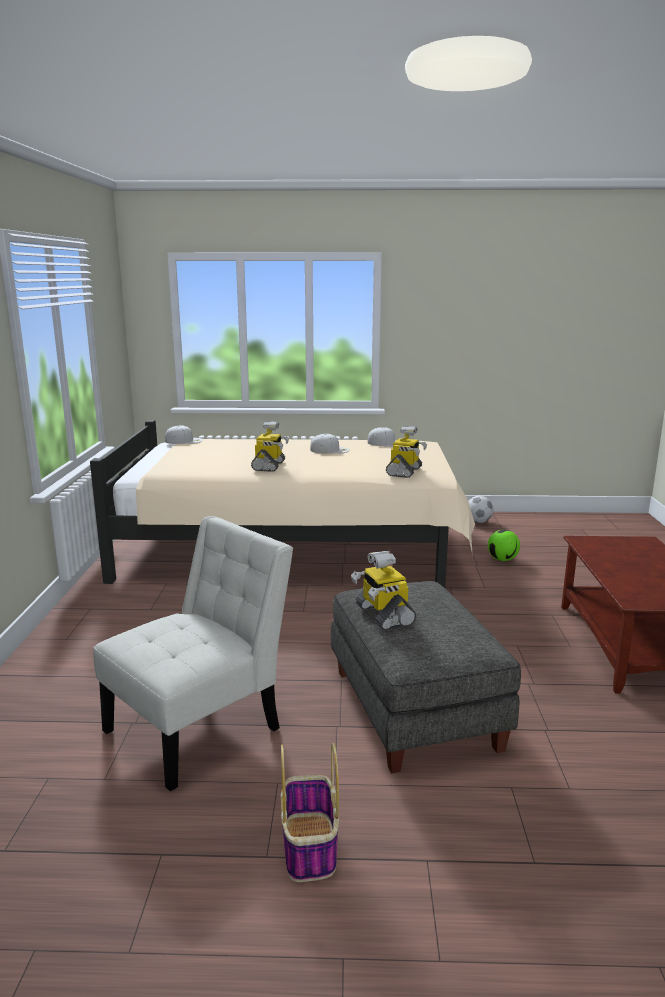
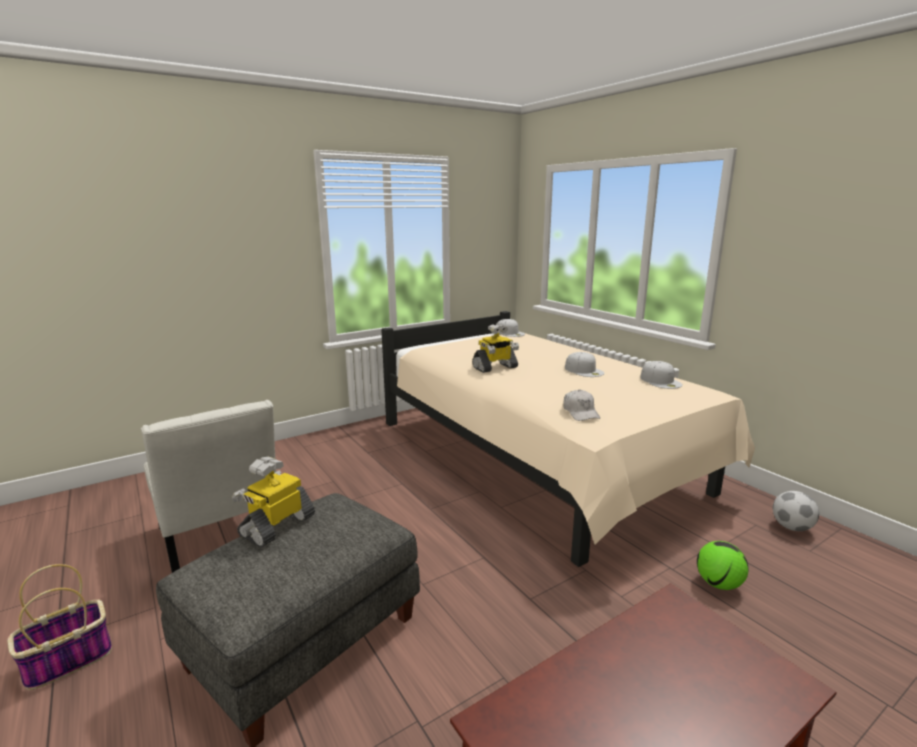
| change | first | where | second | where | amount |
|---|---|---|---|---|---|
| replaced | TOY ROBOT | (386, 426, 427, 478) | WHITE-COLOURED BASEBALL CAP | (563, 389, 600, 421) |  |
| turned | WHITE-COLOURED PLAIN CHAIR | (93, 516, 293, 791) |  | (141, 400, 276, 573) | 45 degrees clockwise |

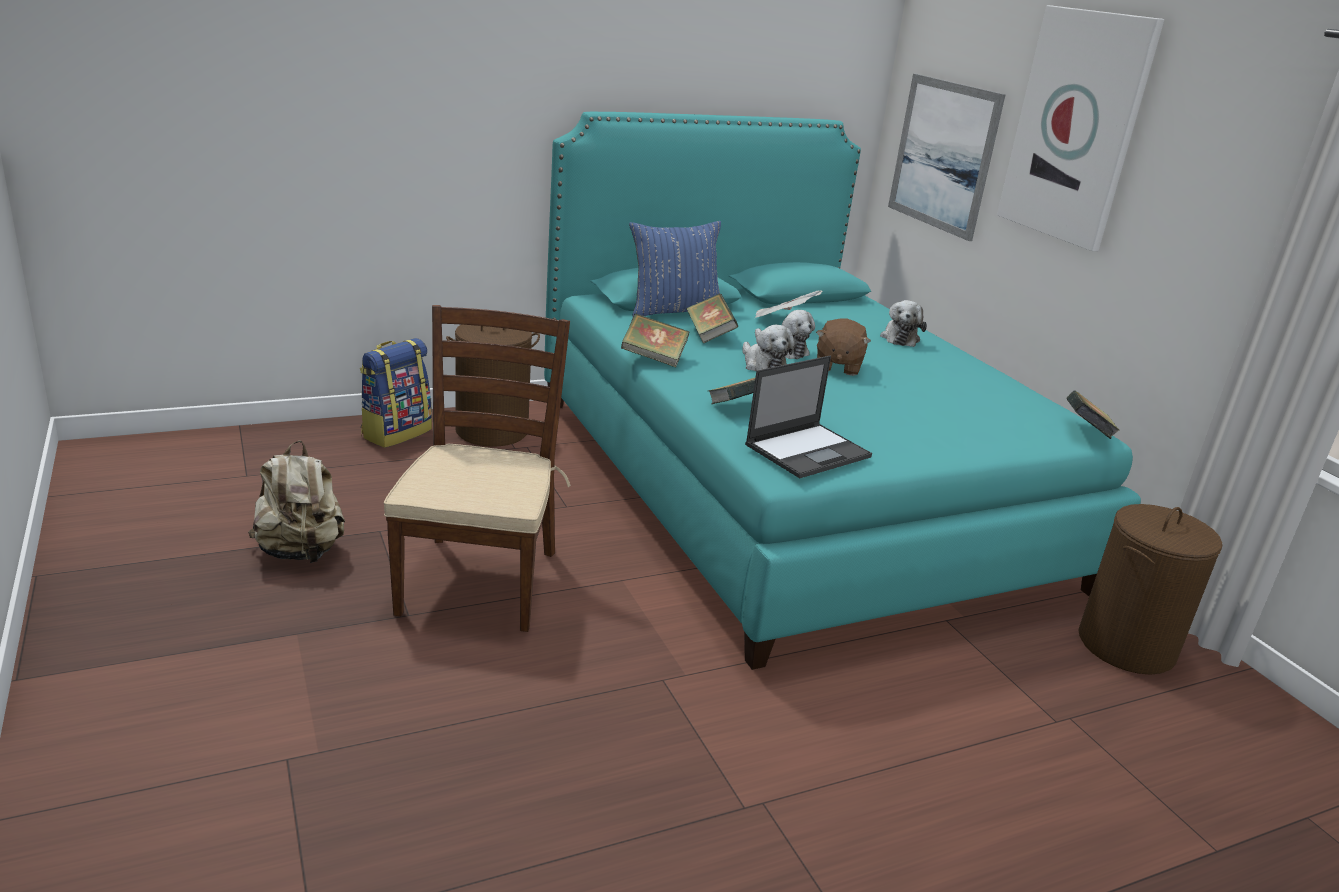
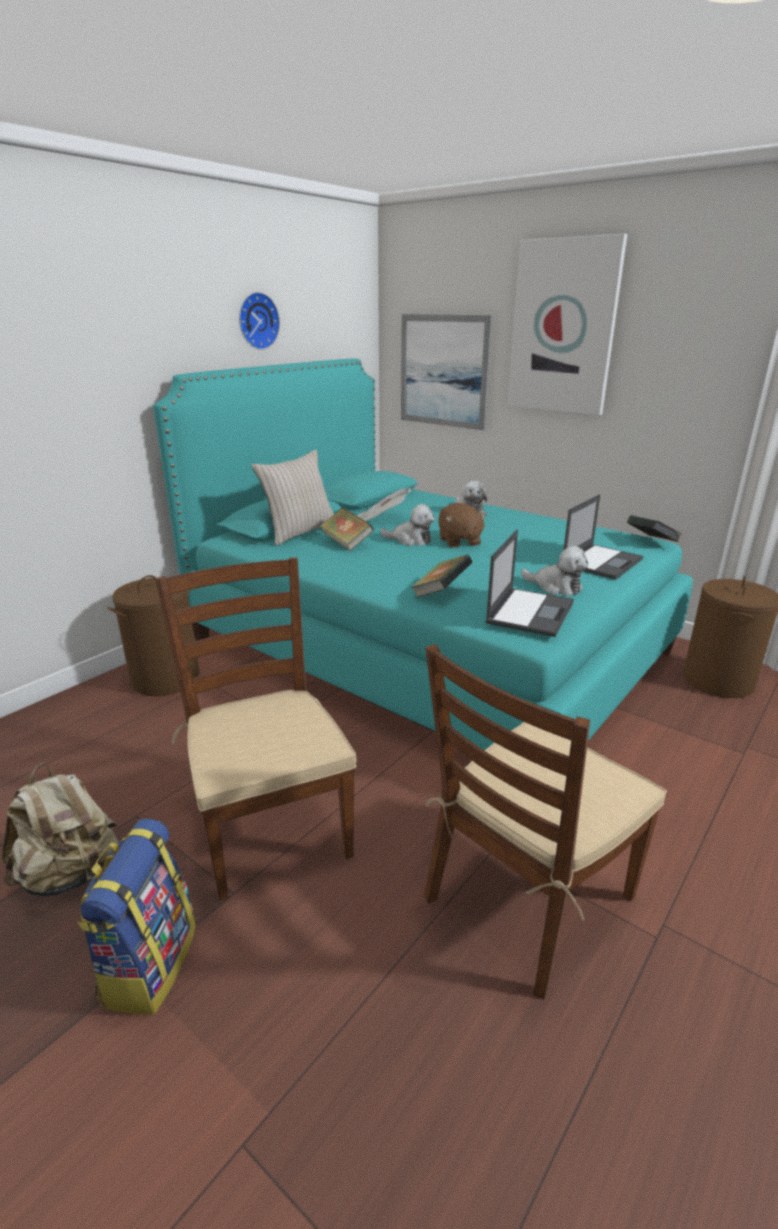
| change | first | where | second | where | amount |
|---|---|---|---|---|---|
| recoloured | BLUE THROW PILLOW | (629, 221, 721, 316) | SAND-COLOURED THROW PILLOW | (251, 449, 334, 546) |  |
| removed | VOLUME | (621, 314, 690, 367) |  |  |  |
| moved | SOFT TOY | (743, 325, 794, 371) |  | (521, 546, 588, 596) |  |
| moved | RUCKSACK | (360, 338, 432, 448) |  | (78, 819, 196, 1015) |  |
| added |  |  | CLOCK ON THE WALL | (239, 292, 280, 350) |  |
| added |  |  | PORTABLE COMPUTER | (564, 494, 644, 580) |  |
| added |  |  | BROWN PLAIN CHAIR | (424, 644, 667, 1000) |  |

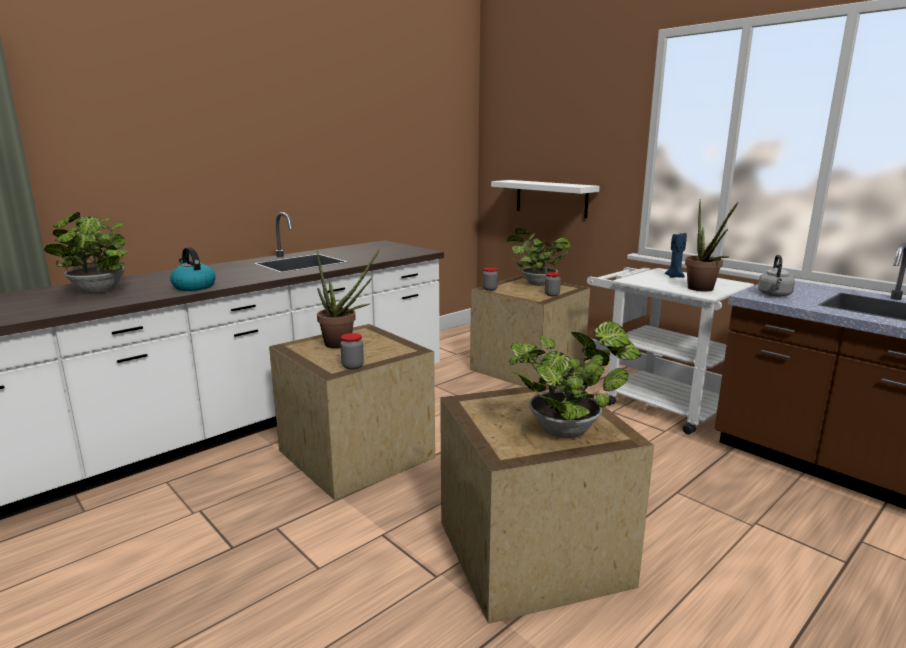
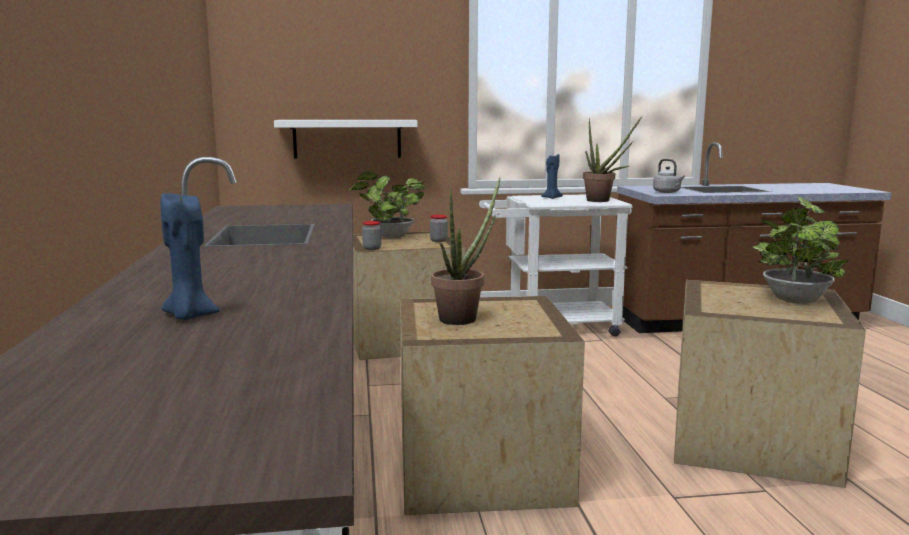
| change | first | where | second | where | amount |
|---|---|---|---|---|---|
| replaced | POTTED PLANT | (44, 212, 129, 293) | BLUE WAX CANDLE | (160, 192, 220, 320) |  |
| removed | KETTLE | (170, 247, 216, 291) |  |  |  |
| removed | PRESERVE JAR | (340, 333, 364, 369) |  |  |  |

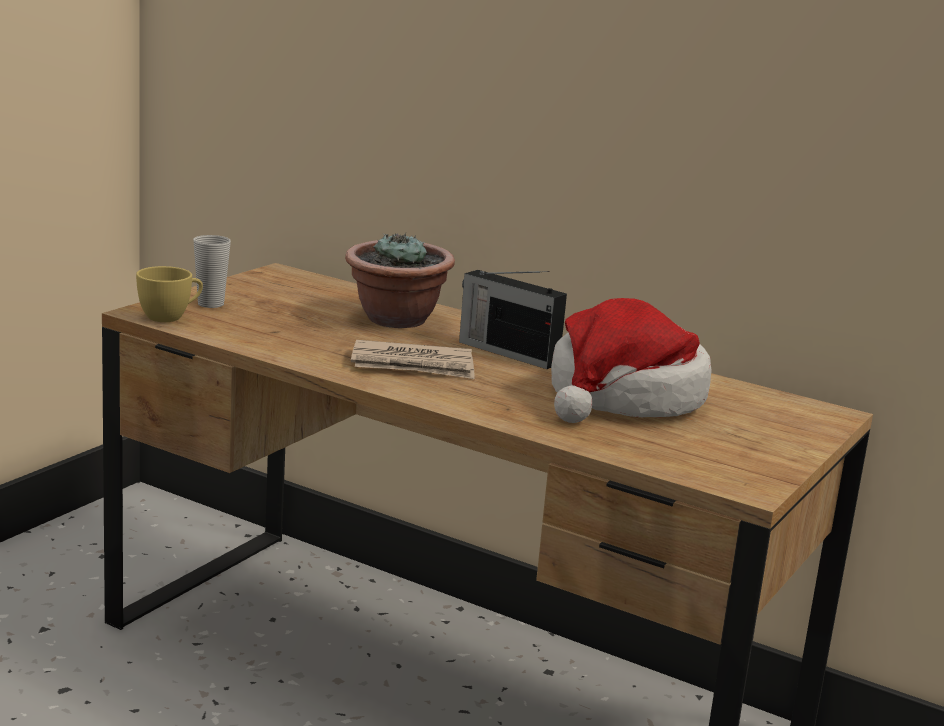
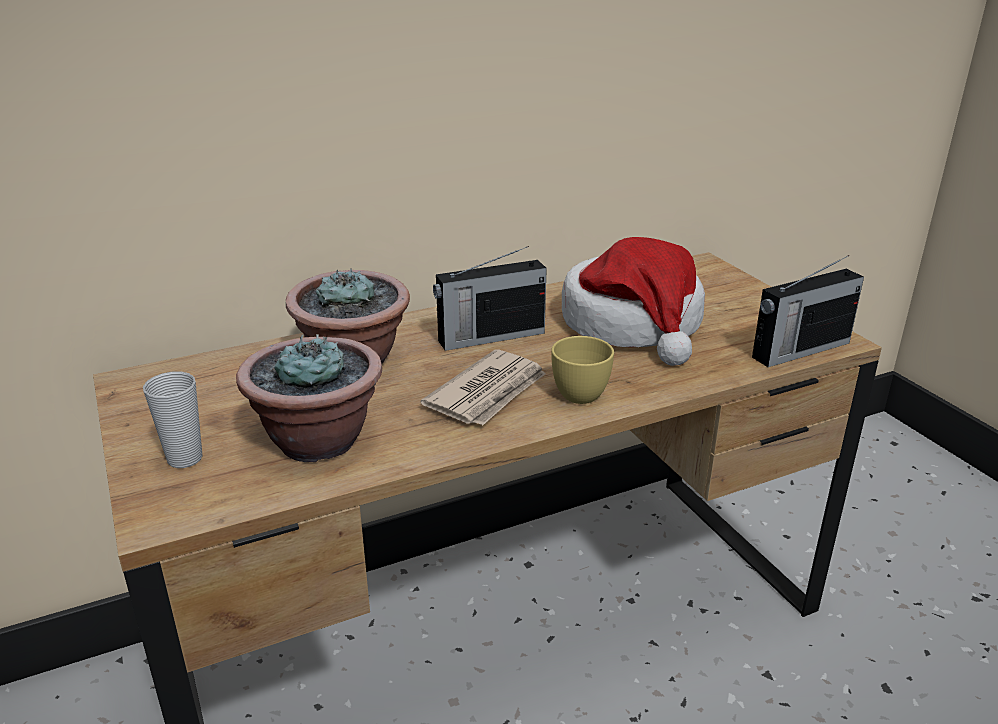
| change | first | where | second | where | amount |
|---|---|---|---|---|---|
| moved | YELLOWISH CUP | (136, 266, 203, 322) |  | (551, 336, 614, 404) |  |
| added |  |  | RADIO RECEIVER | (752, 255, 864, 367) |  |
| added |  |  | POTTED PLANT | (236, 334, 382, 462) |  |

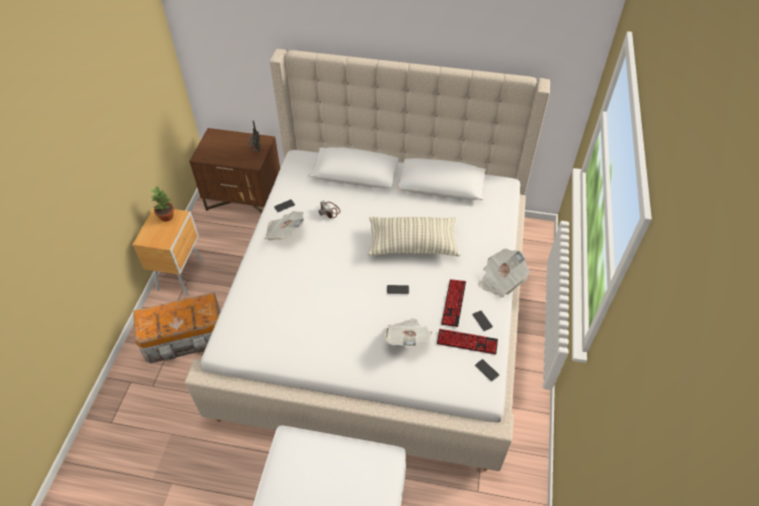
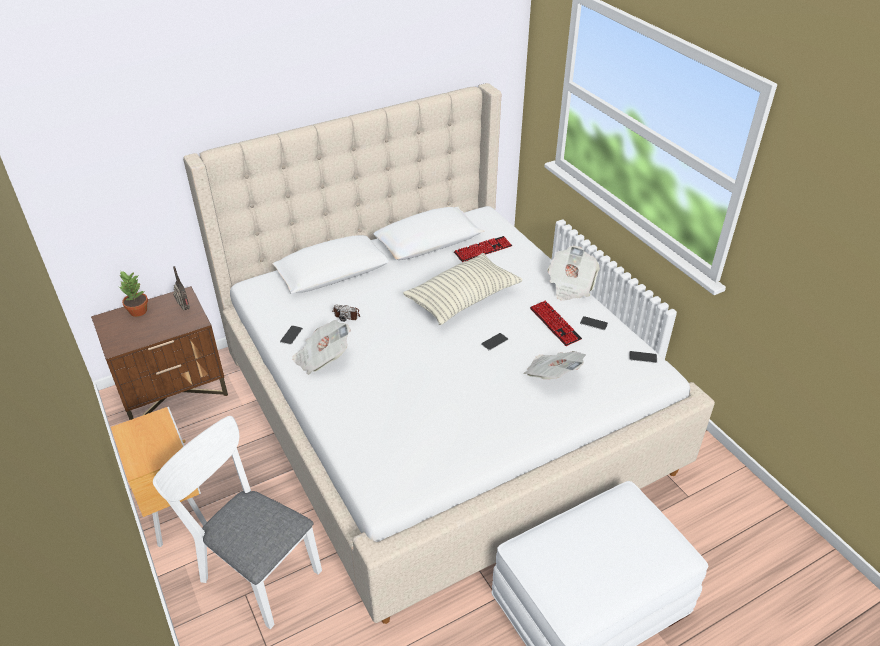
| change | first | where | second | where | amount |
|---|---|---|---|---|---|
| moved | POTTED PLANT | (150, 186, 174, 222) |  | (120, 270, 148, 317) |  |
| replaced | STORAGE BOX | (133, 292, 221, 364) | WHITE-COLOURED PLAIN CHAIR | (153, 416, 322, 629) |  |
| moved | KEYBOARD | (437, 329, 498, 355) |  | (454, 236, 512, 262) |  |

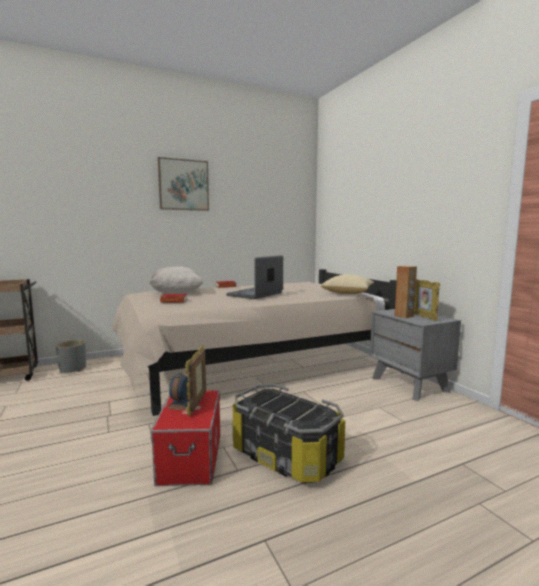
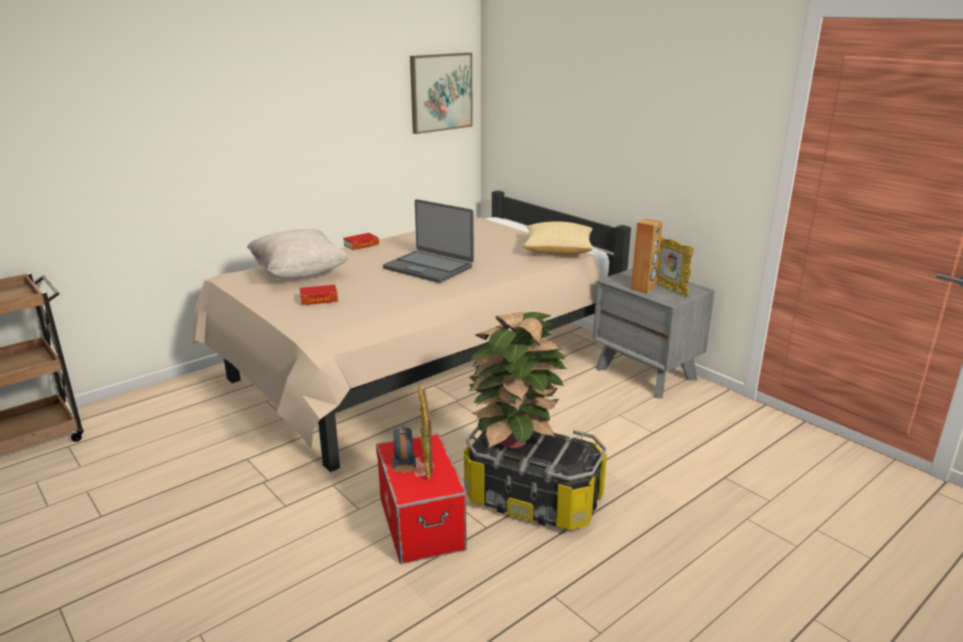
| change | first | where | second | where | amount |
|---|---|---|---|---|---|
| moved | WALL ART | (158, 157, 209, 211) |  | (410, 53, 473, 134) |  |
| turned | PORTABLE COMPUTER | (226, 255, 283, 299) |  | (383, 199, 474, 283) | 75 degrees counterclockwise |
| removed | GRAY FLOWER POT | (56, 340, 86, 373) |  |  |  |
| added |  |  | POTTED PLANT | (469, 312, 567, 449) |  |

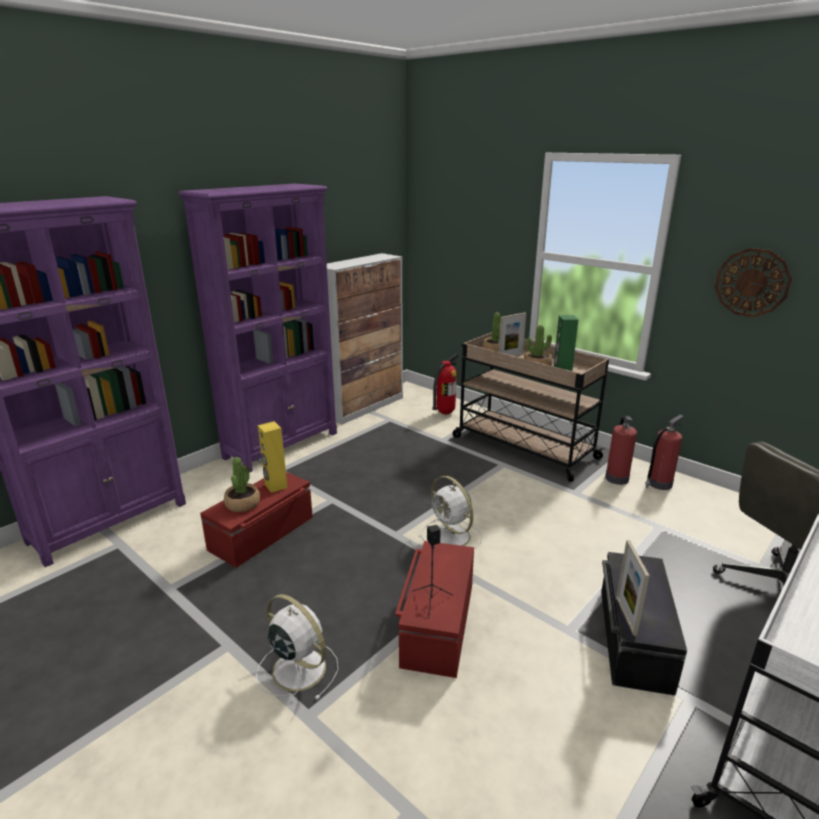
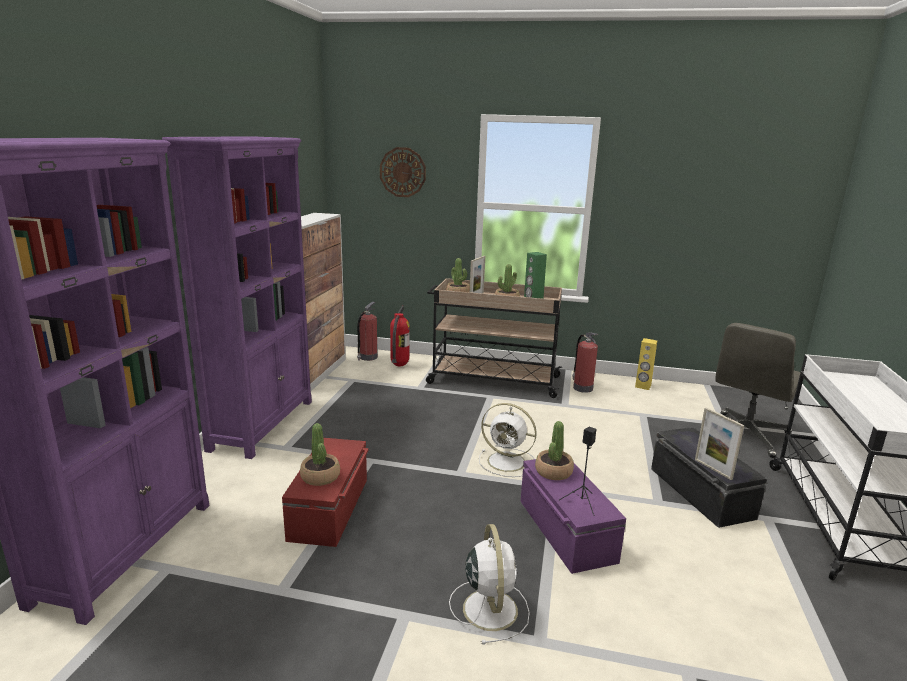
| change | first | where | second | where | amount |
|---|---|---|---|---|---|
| moved | CLOCK ON THE WALL | (715, 248, 792, 317) |  | (380, 147, 426, 197) |  |
| moved | FIRE-FIGHTING CYLINDER | (645, 415, 684, 490) |  | (357, 302, 378, 361) |  |
| moved | YELLOWISH AUDIO SPEAKER | (258, 421, 288, 493) |  | (635, 338, 657, 390) |  |
| recoloured | REDDISH STORAGE BOX | (395, 541, 474, 678) | PURPLE-COLOURED STORAGE BOX | (521, 459, 626, 574) |  |
| turned | WHITE-COLOURED COOLING FAN | (256, 594, 338, 700) |  | (449, 524, 530, 645) | 75 degrees clockwise |
| added |  |  | POTTED PLANT | (535, 421, 574, 480) |  |

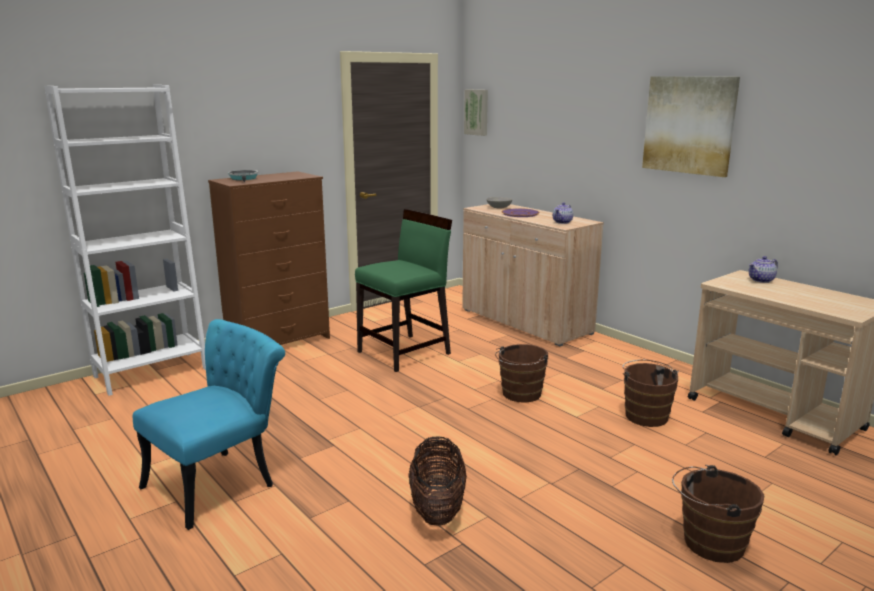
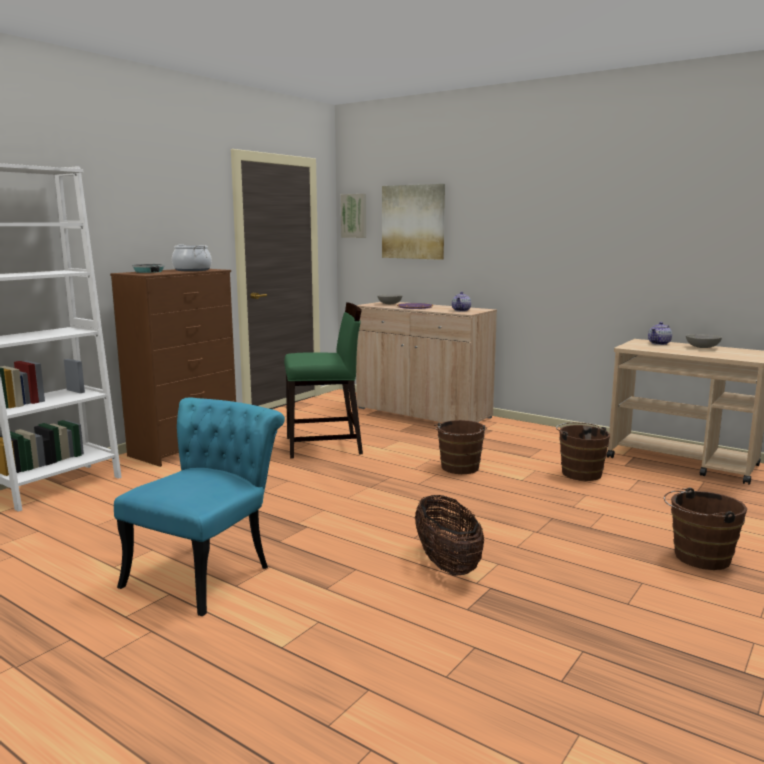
| change | first | where | second | where | amount |
|---|---|---|---|---|---|
| moved | WALL ART | (642, 76, 740, 177) |  | (382, 184, 445, 260) |  |
| turned | GREENISH PLAIN CHAIR | (355, 209, 452, 372) |  | (284, 302, 363, 459) | 45 degrees clockwise |
| added |  |  | STOCKPOT | (172, 244, 212, 271) |  |
| added |  |  | GRAY BOWL | (686, 334, 722, 348) |  |

